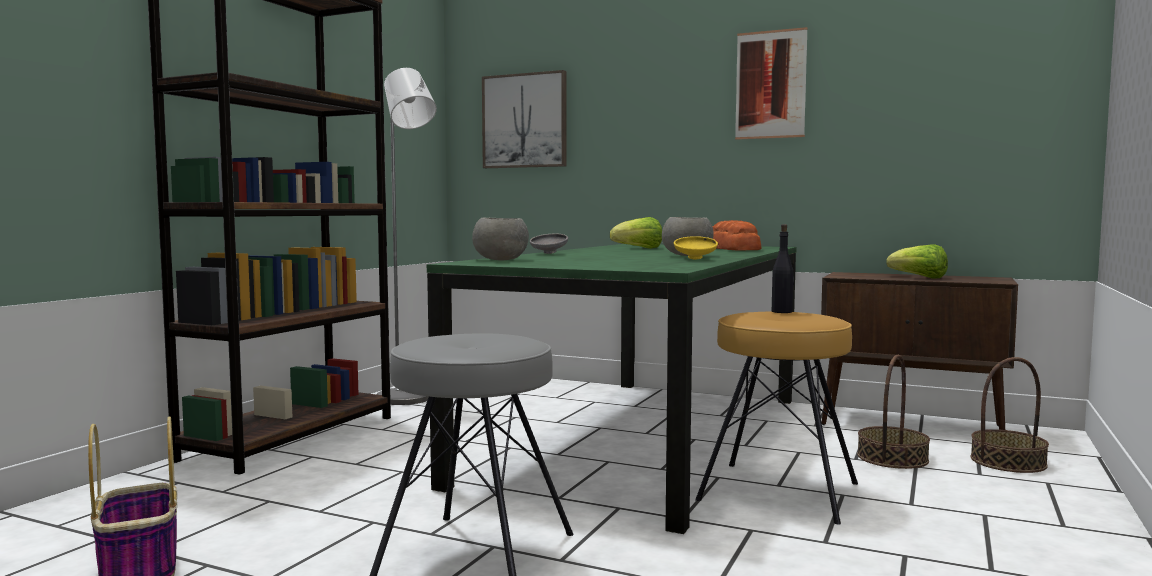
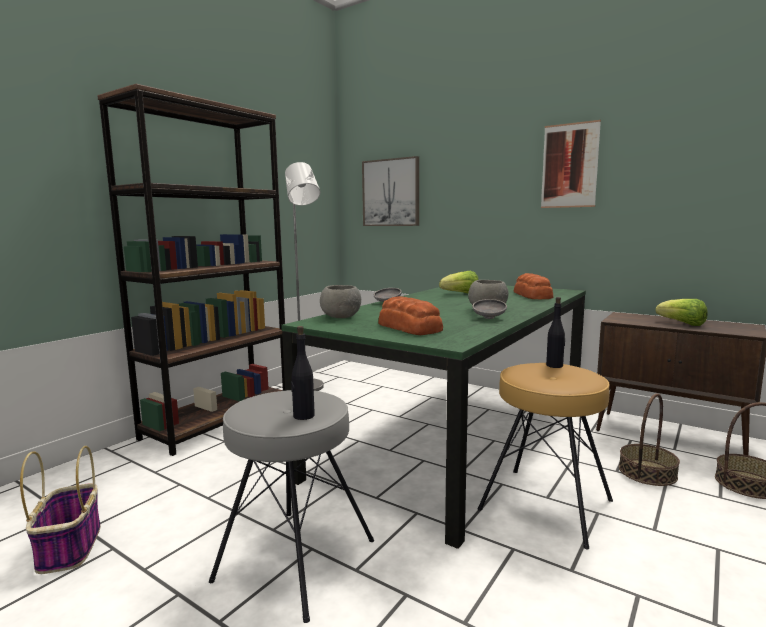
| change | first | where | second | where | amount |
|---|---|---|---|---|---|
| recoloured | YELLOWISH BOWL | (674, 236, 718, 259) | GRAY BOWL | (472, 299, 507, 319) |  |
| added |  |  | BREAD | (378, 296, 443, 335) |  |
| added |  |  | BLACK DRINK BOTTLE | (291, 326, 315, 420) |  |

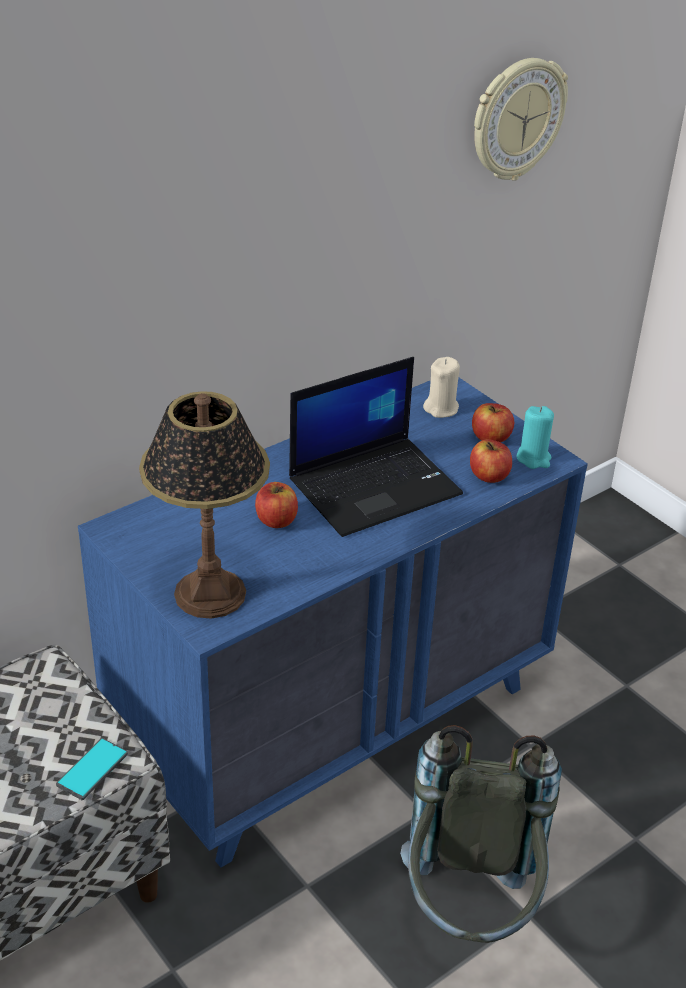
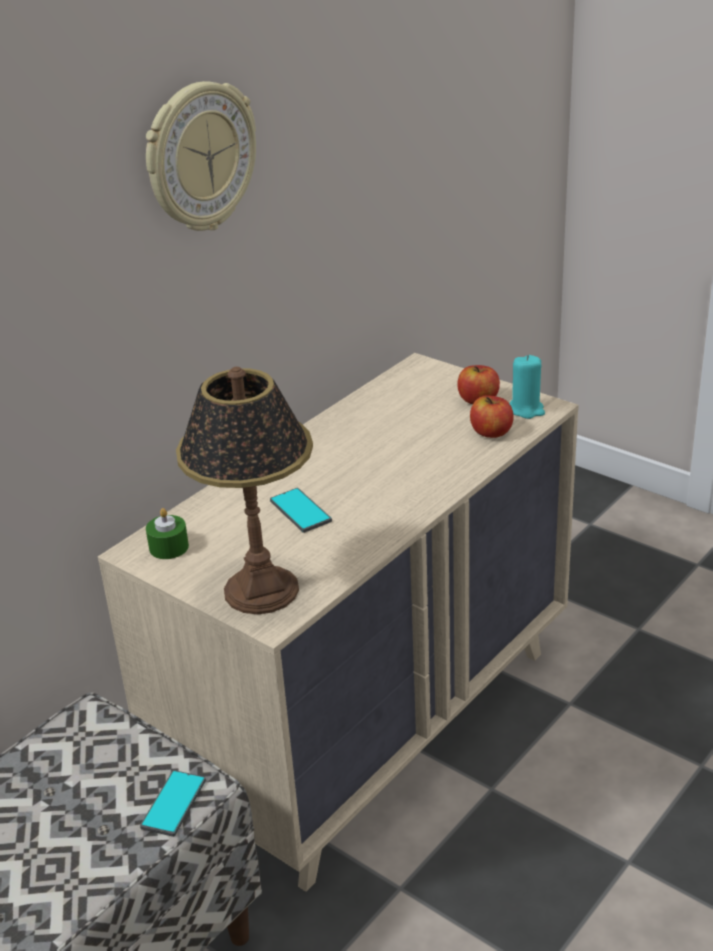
| change | first | where | second | where | amount |
|---|---|---|---|---|---|
| moved | CLOCK ON THE WALL | (474, 58, 568, 181) |  | (146, 81, 256, 231) |  |
| removed | PORTABLE COMPUTER | (289, 357, 463, 537) |  |  |  |
| removed | SAND-COLOURED WAX CANDLE | (423, 357, 460, 418) |  |  |  |
| recoloured | BLUE DRESSER | (78, 377, 588, 867) | SAND-COLOURED DRESSER | (98, 353, 579, 892) |  |
| replaced | APPLE | (255, 482, 298, 528) | TELEPHONE | (270, 488, 332, 533) |  |
| removed | GRAY RUCKSACK | (400, 725, 562, 943) |  |  |  |
| added |  |  | GREENISH WAX CANDLE | (146, 508, 189, 559) |  |

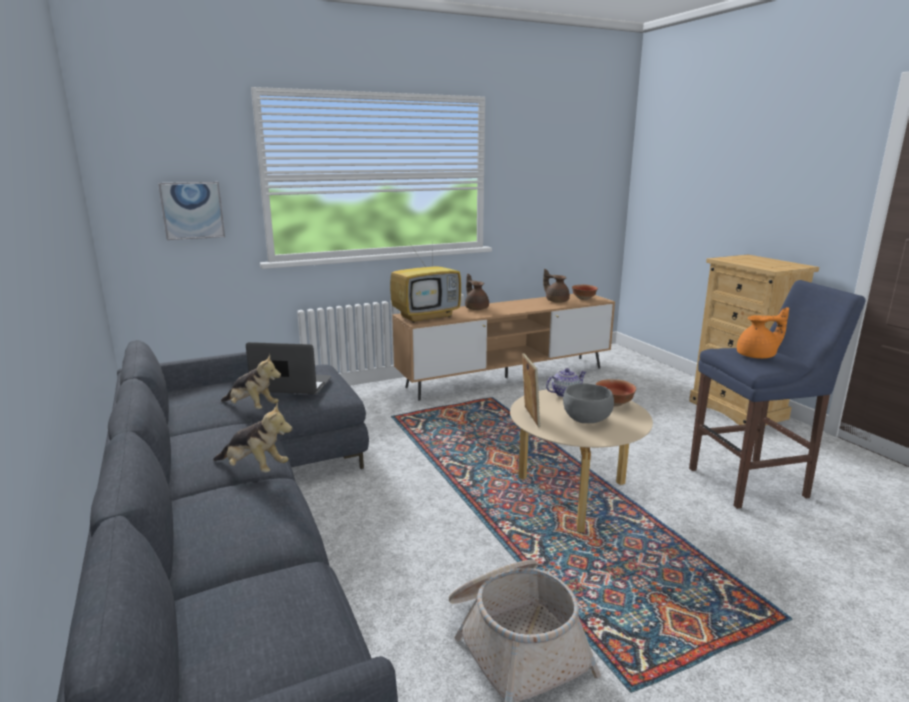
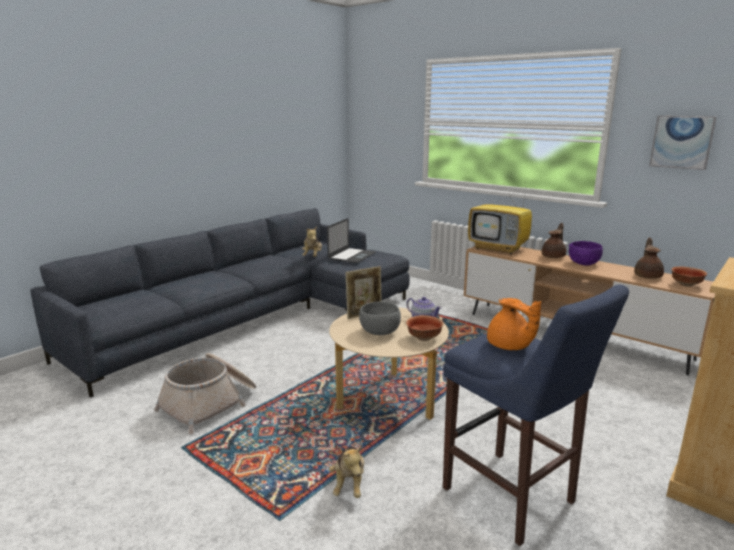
| change | first | where | second | where | amount |
|---|---|---|---|---|---|
| moved | WALL ART | (158, 182, 225, 240) |  | (649, 116, 716, 170) |  |
| turned | PORTABLE COMPUTER | (246, 342, 331, 394) |  | (327, 218, 376, 263) | 45 degrees clockwise |
| moved | SOFT TOY | (213, 403, 292, 473) |  | (329, 445, 364, 498) |  |
| added |  |  | PURPLE-COLOURED BOWL | (569, 241, 603, 266) |  |

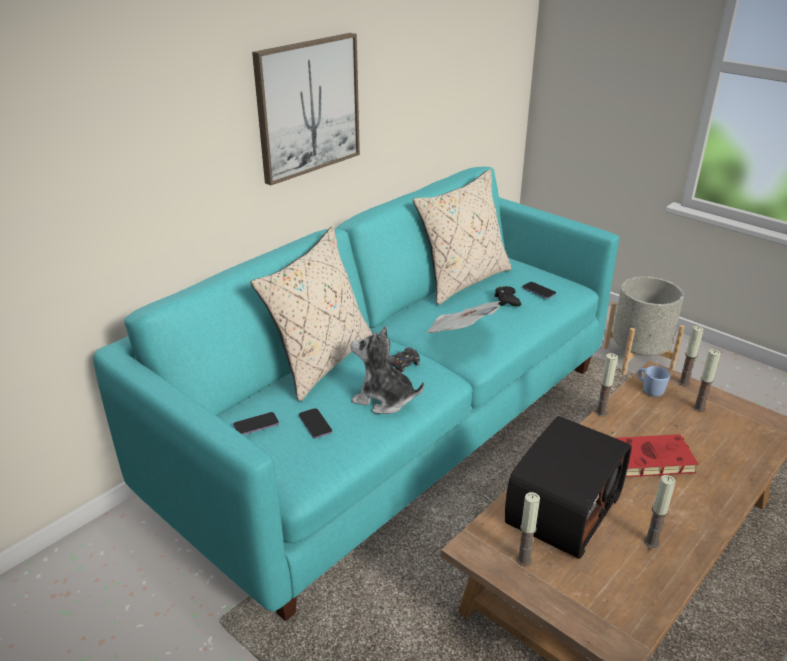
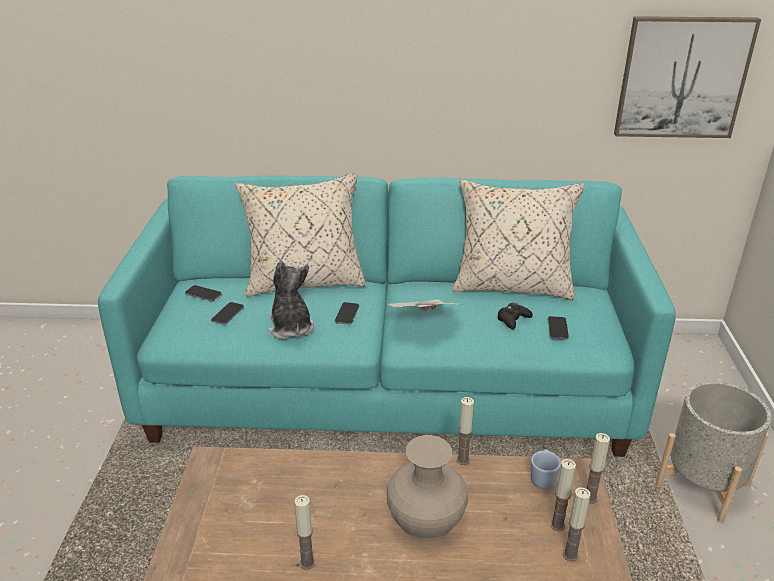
| change | first | where | second | where | amount |
|---|---|---|---|---|---|
| moved | WALL ART | (252, 33, 360, 185) |  | (614, 16, 761, 138) |  |
| replaced | BLACK JOYPAD | (388, 347, 420, 372) | TELEPHONE | (335, 302, 359, 325) |  |
| removed | RADIO RECEIVER | (505, 416, 632, 559) |  |  |  |
| replaced | REDDISH VOLUME | (616, 434, 699, 477) | SAND-COLOURED DECORATIVE VASE | (387, 435, 468, 541) |  |
| moved | WAX CANDLE | (516, 492, 540, 566) |  | (563, 487, 590, 562) |  |

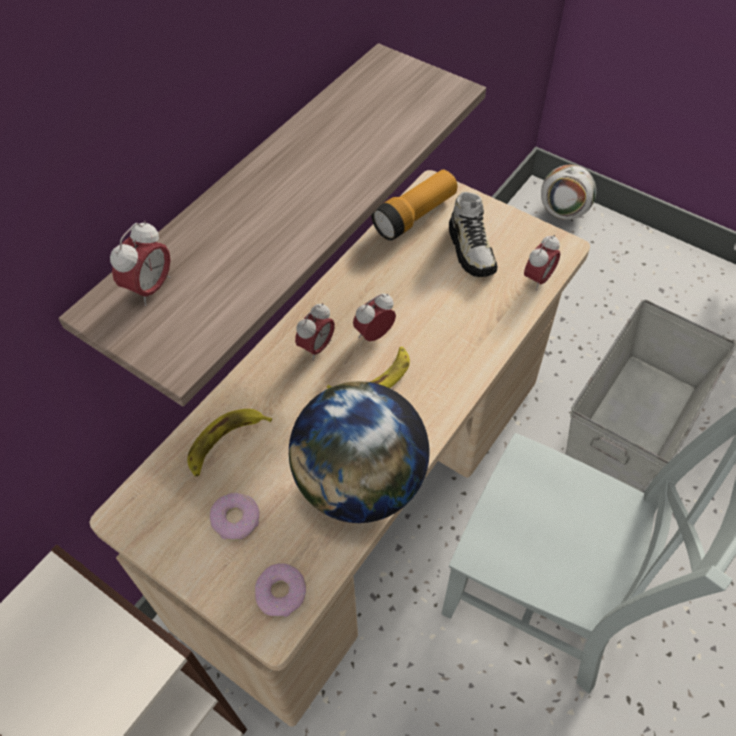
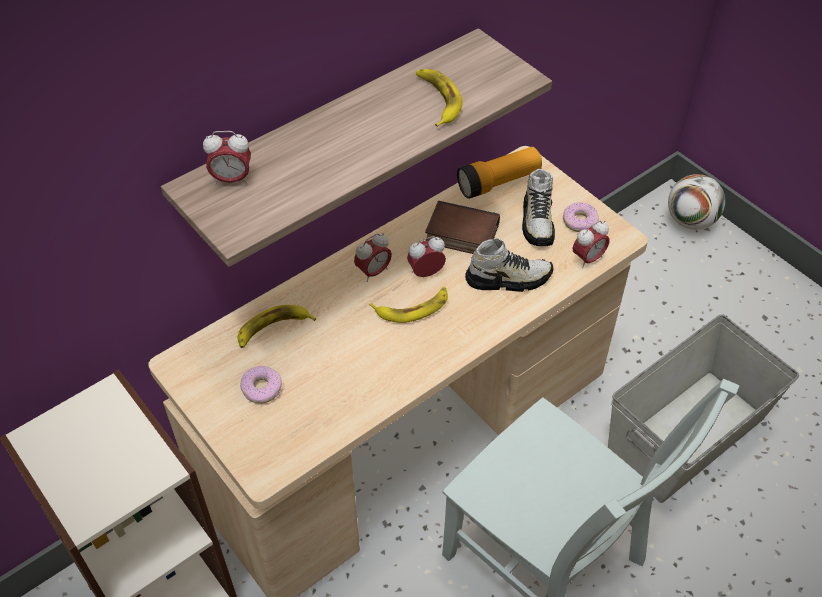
| change | first | where | second | where | amount |
|---|---|---|---|---|---|
| turned | ALARM CLOCK | (110, 221, 170, 306) |  | (203, 131, 251, 185) | 45 degrees clockwise |
| removed | WORLD GLOBE | (289, 381, 429, 523) |  |  |  |
| moved | DONUT | (255, 563, 306, 617) |  | (563, 202, 599, 232) |  |
| added |  |  | BANANA FRUIT | (416, 69, 463, 127) |  |
| added |  |  | VOLUME | (425, 201, 500, 254) |  |
| added |  |  | ITEM OF FOOTWEAR | (465, 238, 553, 292) |  |

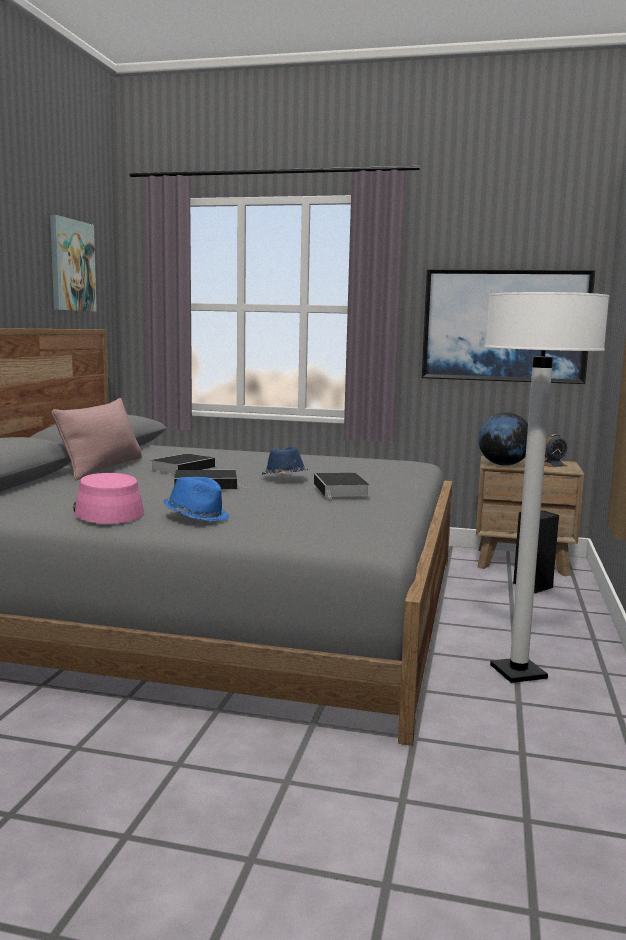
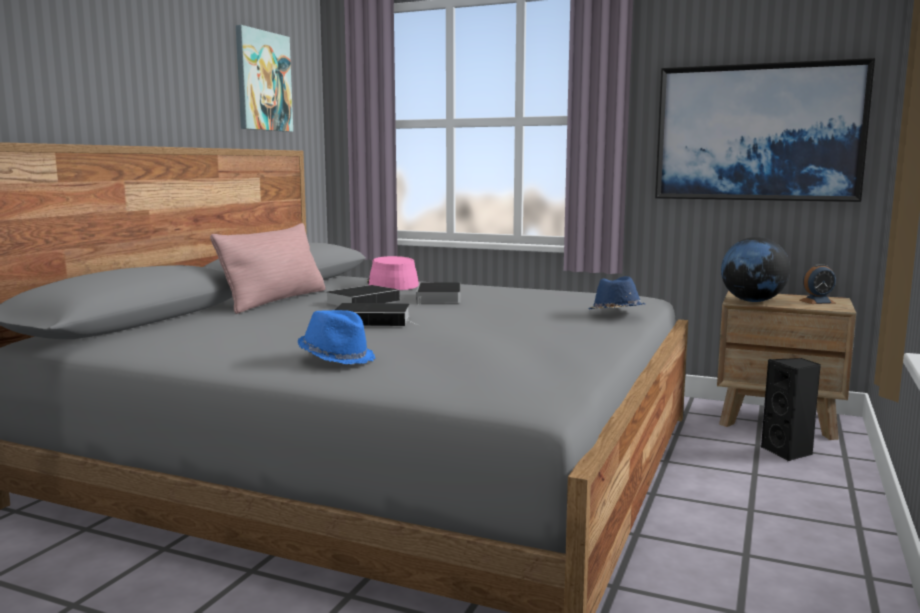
| change | first | where | second | where | amount |
|---|---|---|---|---|---|
| removed | WHITE-COLOURED FLOOR LAMP | (485, 292, 609, 683) |  |  |  |
| moved | BLUE HAT | (262, 446, 308, 475) |  | (588, 276, 645, 310) |  |
| moved | PINK HAT | (73, 473, 144, 524) |  | (367, 256, 419, 290) |  |
| moved | VOLUME | (314, 473, 370, 499) |  | (416, 282, 460, 305) |  |

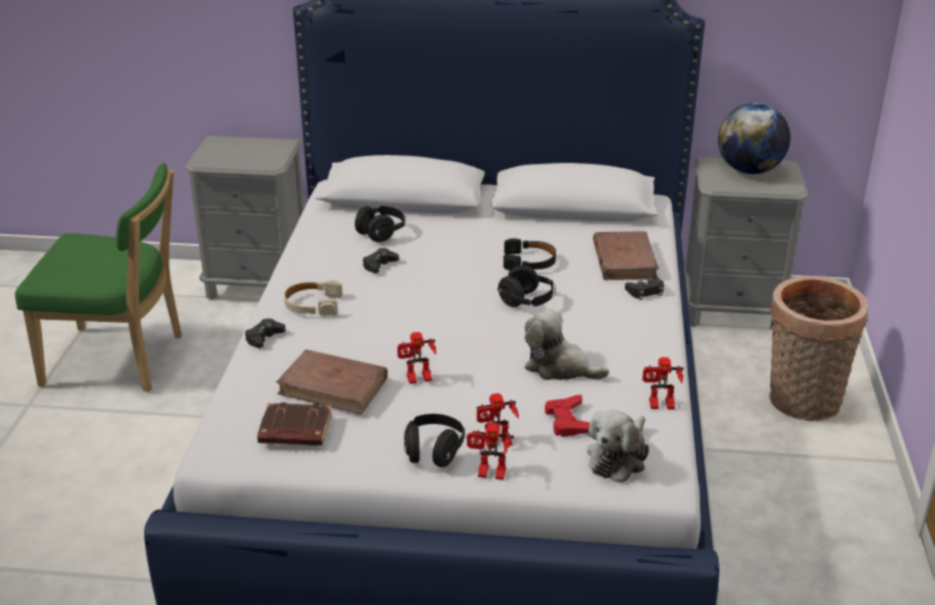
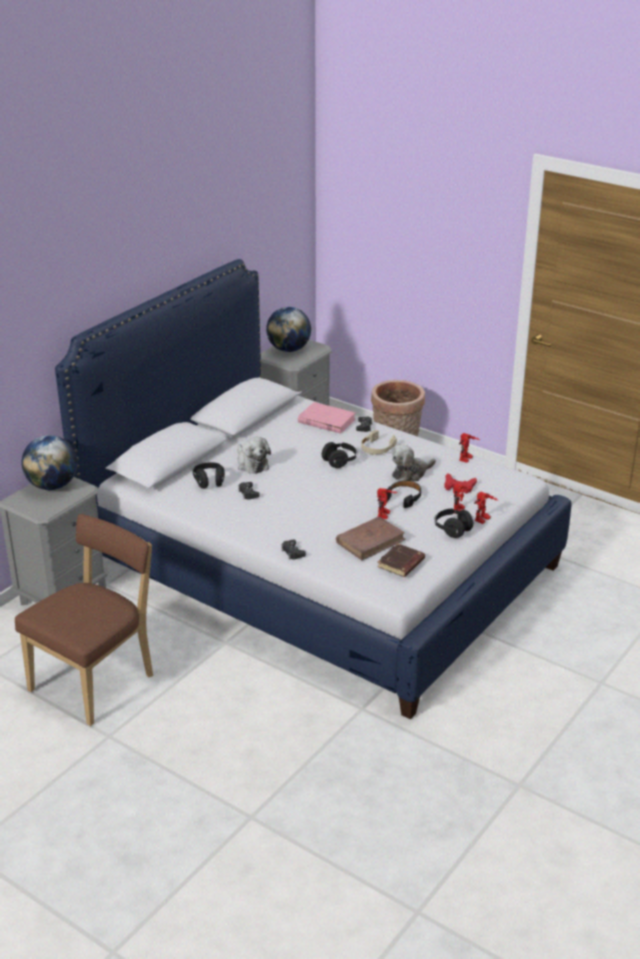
| change | first | where | second | where | amount |
|---|---|---|---|---|---|
| recoloured | GREENISH PLAIN CHAIR | (15, 163, 182, 392) | BROWN PLAIN CHAIR | (15, 514, 153, 726) |  |
| recoloured | BROWN VOLUME | (593, 231, 659, 280) | PINK VOLUME | (298, 402, 356, 433) |  |
| moved | BLACK HEADSET | (503, 238, 556, 271) |  | (386, 481, 421, 508) |  |
| moved | SAND-COLOURED HEADSET | (284, 280, 343, 316) |  | (361, 430, 397, 455) |  |
| moved | SOFT TOY | (587, 410, 649, 483) |  | (237, 437, 271, 474) |  |
| added |  |  | WORLD GLOBE | (22, 435, 78, 490) |  |

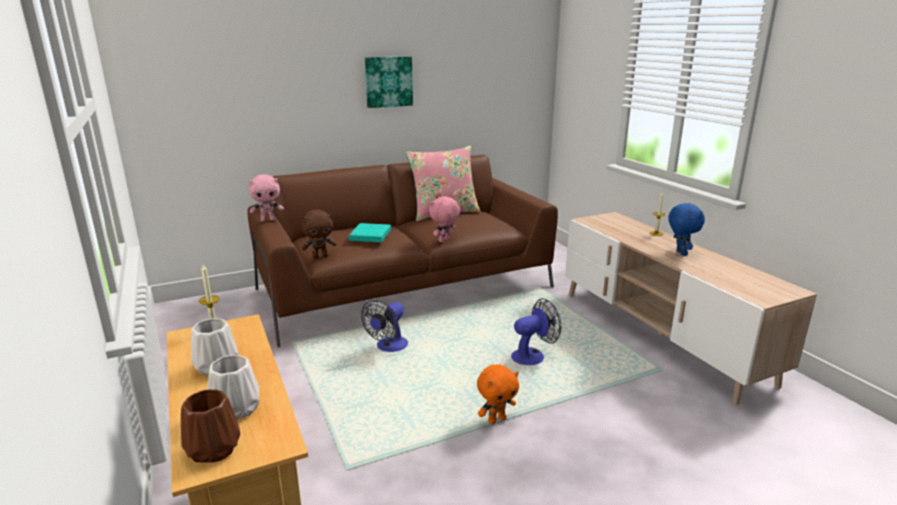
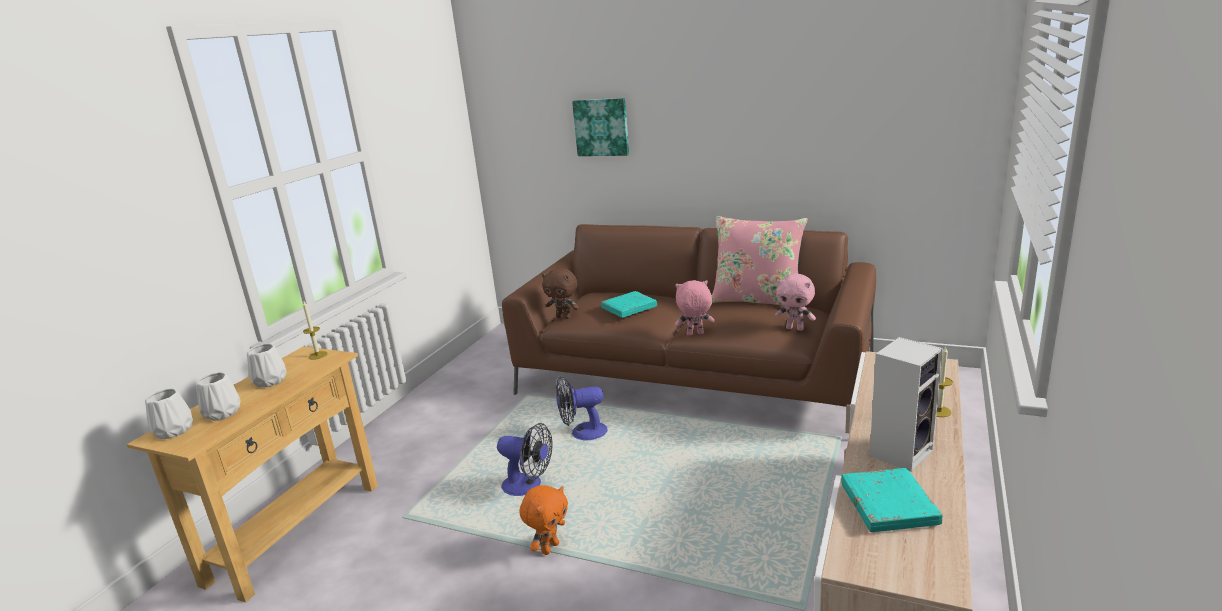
| change | first | where | second | where | amount |
|---|---|---|---|---|---|
| moved | WALL ART | (365, 56, 413, 108) |  | (572, 98, 629, 156) |  |
| moved | PINK SOFT TOY | (249, 174, 284, 222) |  | (775, 274, 816, 331) |  |
| replaced | BLUE SOFT TOY | (668, 203, 705, 256) | AUDIO SPEAKER | (870, 337, 943, 472) |  |
| moved | COOLING FAN | (511, 298, 561, 365) |  | (497, 423, 553, 496) |  |
| turned | ORANGE-COLOURED SOFT TOY | (477, 364, 519, 424) |  | (520, 485, 568, 555) | 75 degrees counterclockwise |
| recoloured | BROWN DECORATIVE VASE | (181, 389, 240, 463) | WHITE-COLOURED DECORATIVE VASE | (145, 389, 193, 439) |  |
| added |  |  | TURQUOISE VOLUME | (841, 468, 943, 532) |  |

